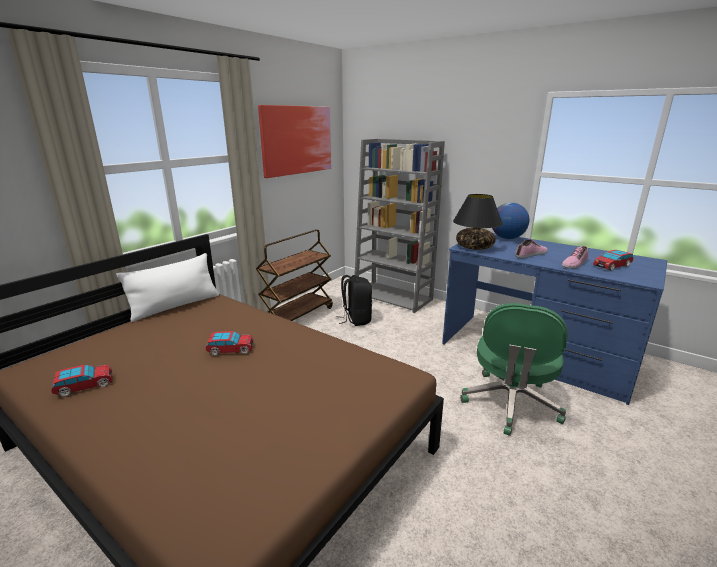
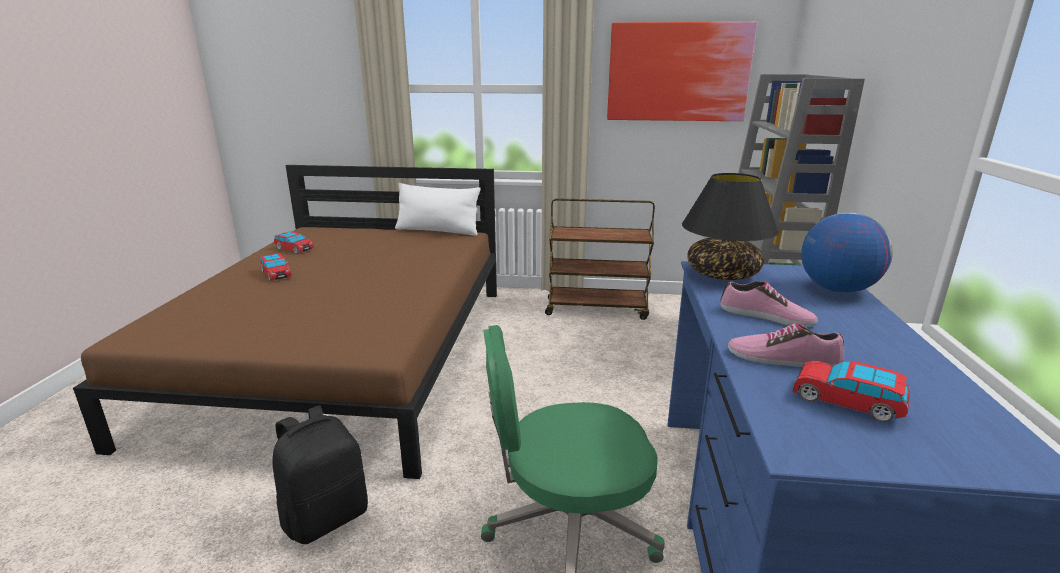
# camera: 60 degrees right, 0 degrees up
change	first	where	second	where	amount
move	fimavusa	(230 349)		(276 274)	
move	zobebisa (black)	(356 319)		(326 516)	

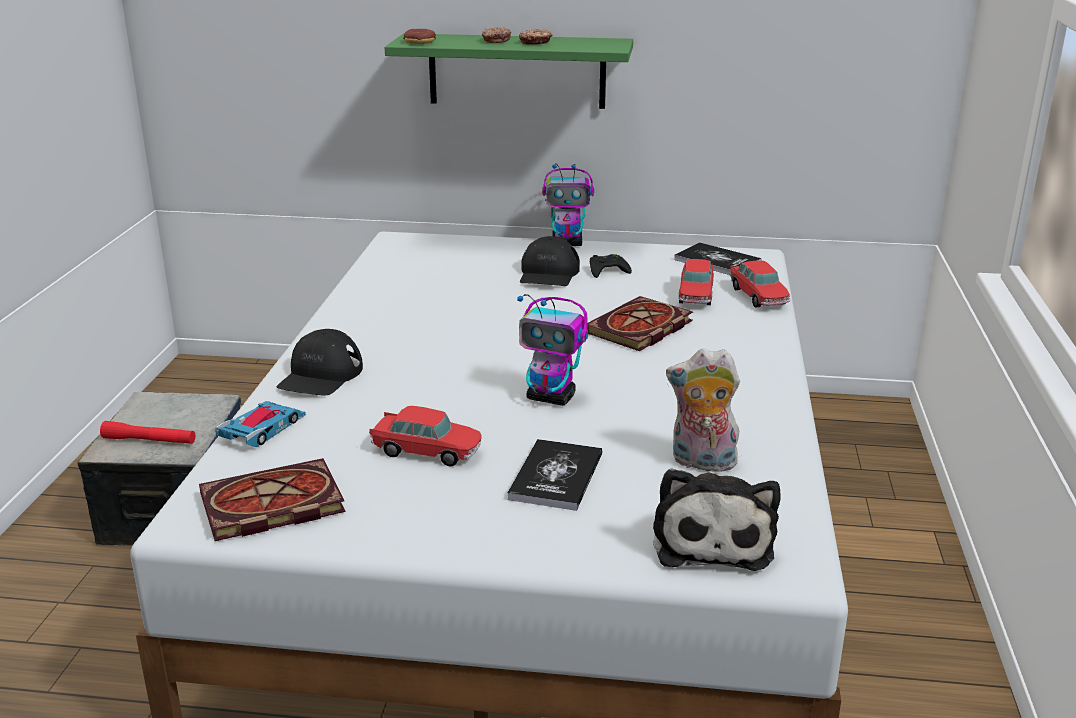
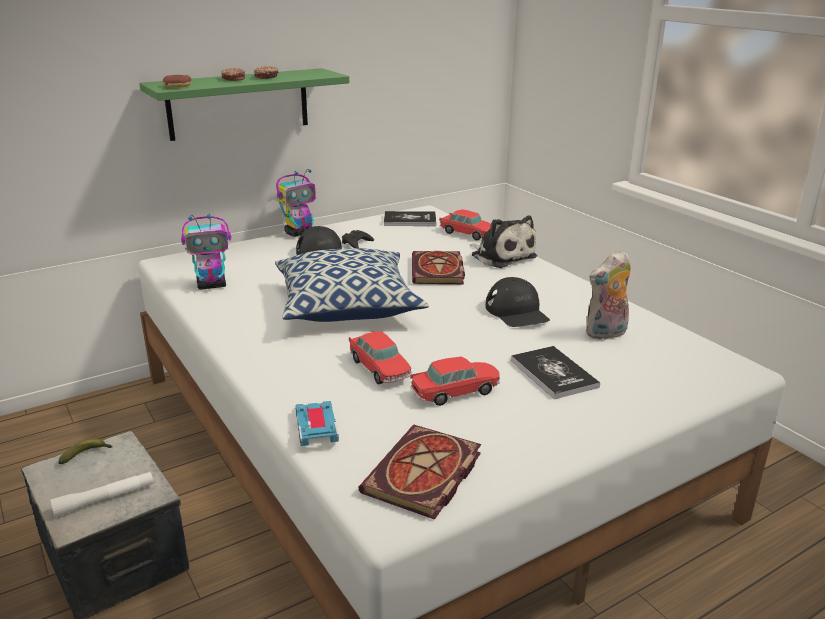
# camera: 40 degrees left, 0 degrees up
change	first	where	second	where	amount
insert			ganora	(87 455)	
insert			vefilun	(347 306)	
move	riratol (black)	(320 375)		(517 312)	
move	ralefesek	(552 398)		(212 285)	
move	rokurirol	(712 539)		(501 256)	
move	fimavusa	(695 294)		(380 368)	
recolor	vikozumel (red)	(149 441)	vikozumel (white)	(105 499)	

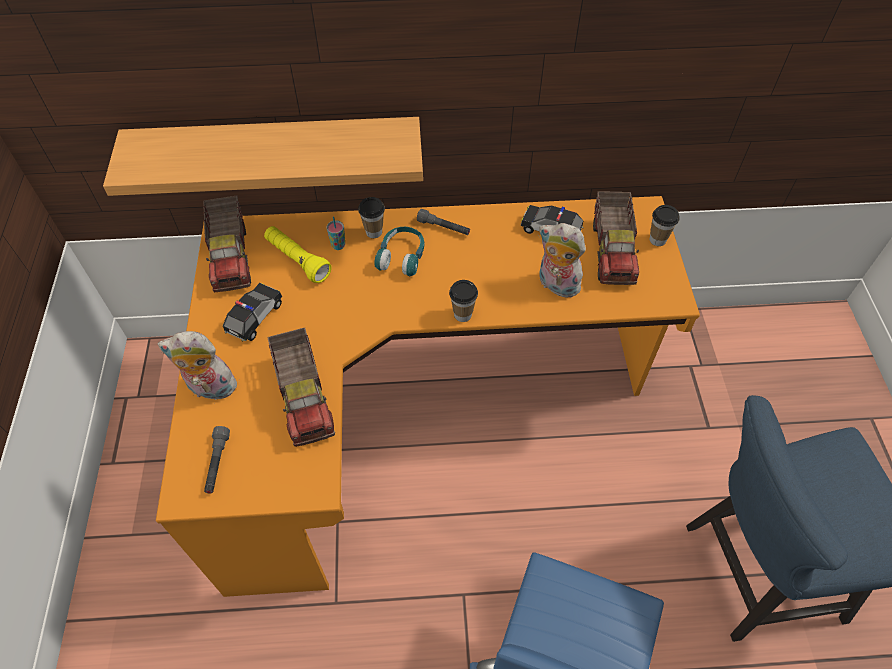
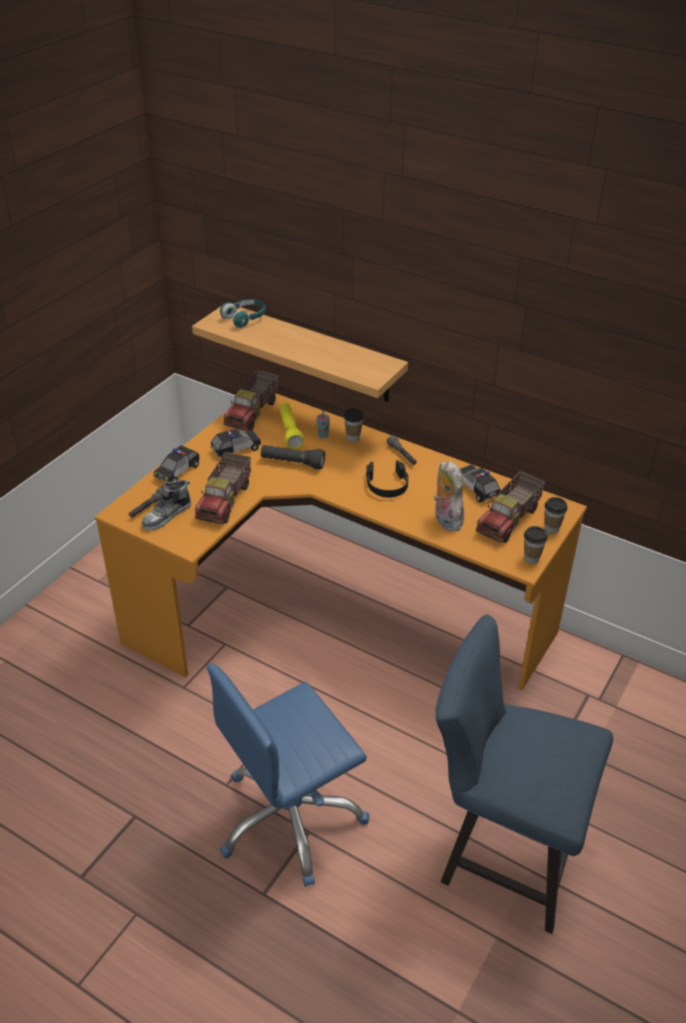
# camera: 35 degrees right, 15 degrees down
change	first	where	second	where	amount
insert			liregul	(167 516)	
insert			vikozumel (black)	(292 463)	
insert			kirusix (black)	(387 485)	
move	kirusix (turquoise)	(402 257)		(245 318)	
move	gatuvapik	(462 315)		(531 559)	
replace	rokurirol	(210 389)	fimavusa	(177 471)	

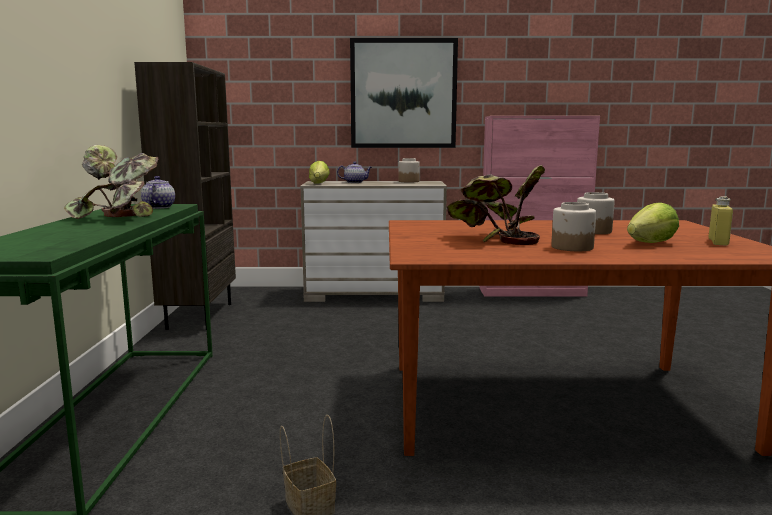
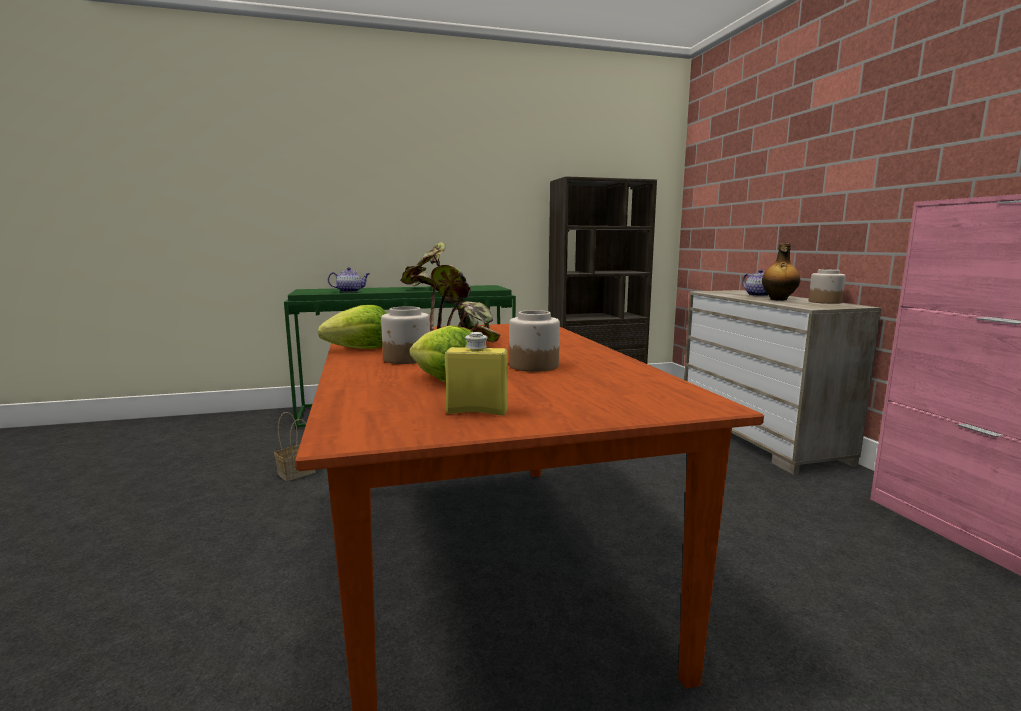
# camera: 75 degrees right, 0 degrees up
change	first	where	second	where	amount
delete	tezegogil	(403 94)			
insert			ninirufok	(778 299)	
move	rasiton	(159 207)		(350 291)	
move	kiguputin	(319 183)		(360 349)	

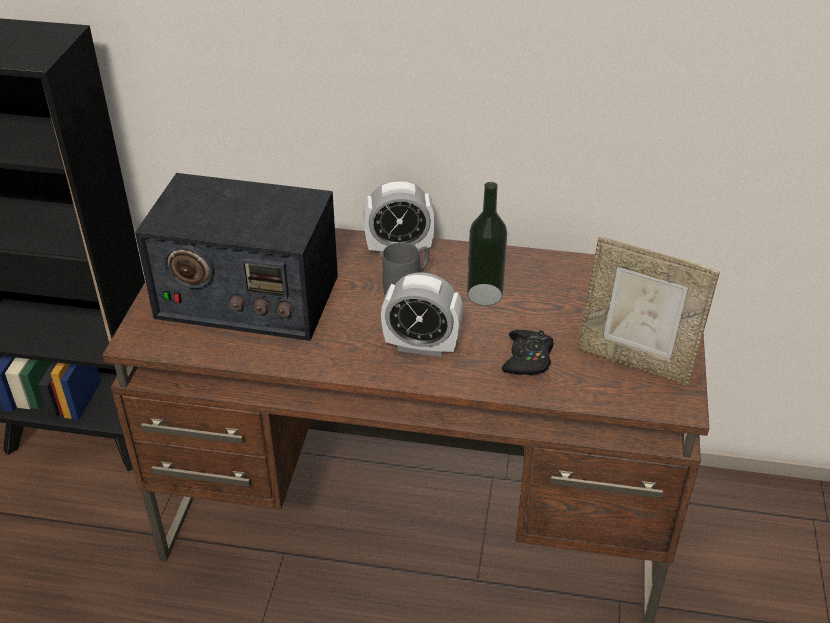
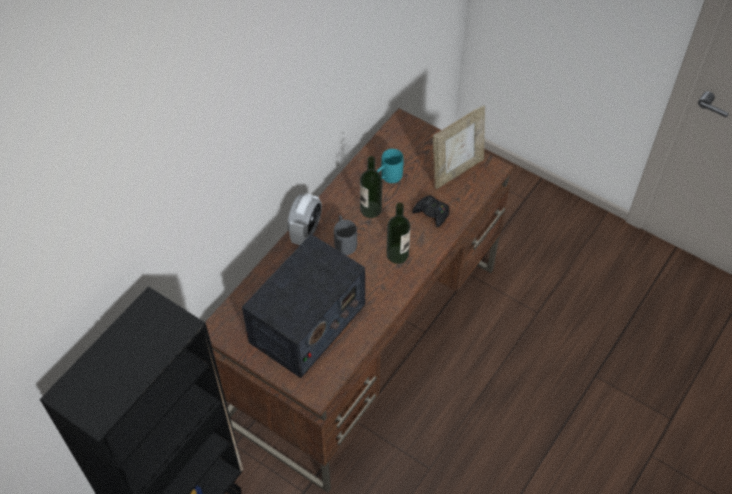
# camera: 65 degrees left, 15 degrees up
change	first	where	second	where	amount
insert			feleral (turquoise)	(388 178)	
replace	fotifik	(421 346)	ninirufok	(397 254)	

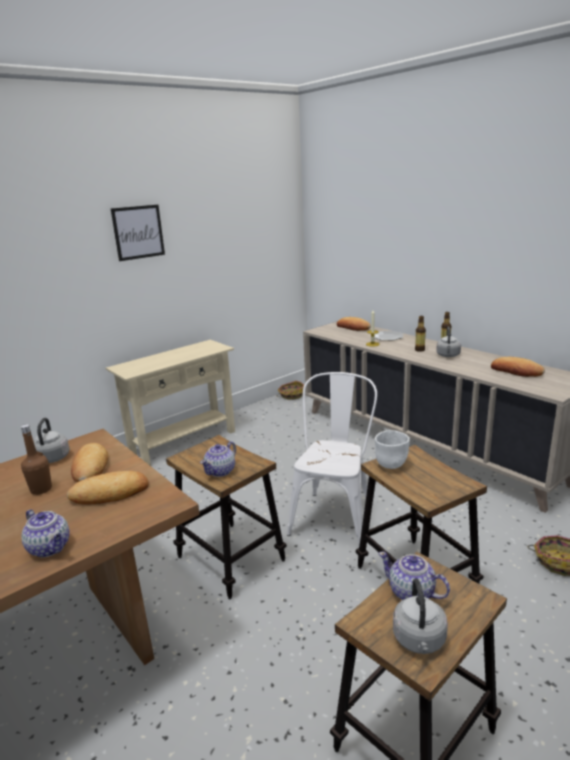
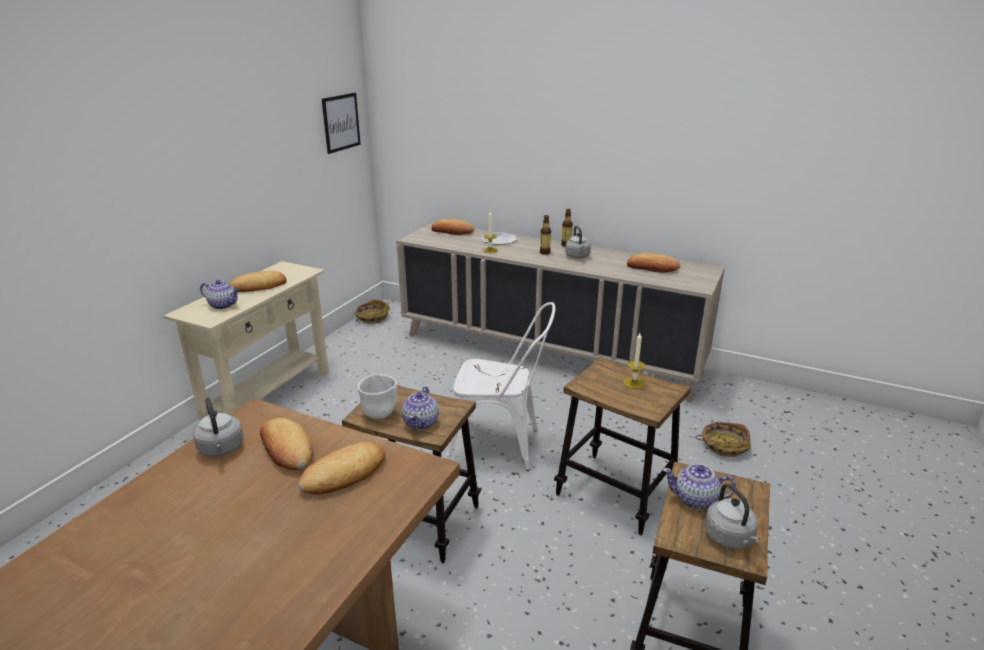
# camera: 25 degrees left, 5 degrees up
change	first	where	second	where	amount
delete	ninirufok (brown)	(41 489)			
insert			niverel	(259 286)	
insert			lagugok	(634 383)	
move	rasiton	(50 548)		(223 305)	
move	tezegogil	(138 232)		(341 122)	
move	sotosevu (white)	(391 464)		(380 412)	
rotate	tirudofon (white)	(335 514)		(502 445)	105 degrees clockwise

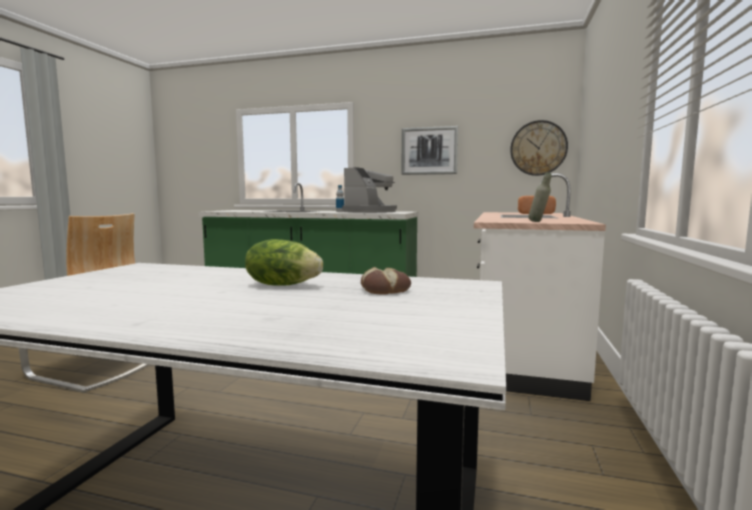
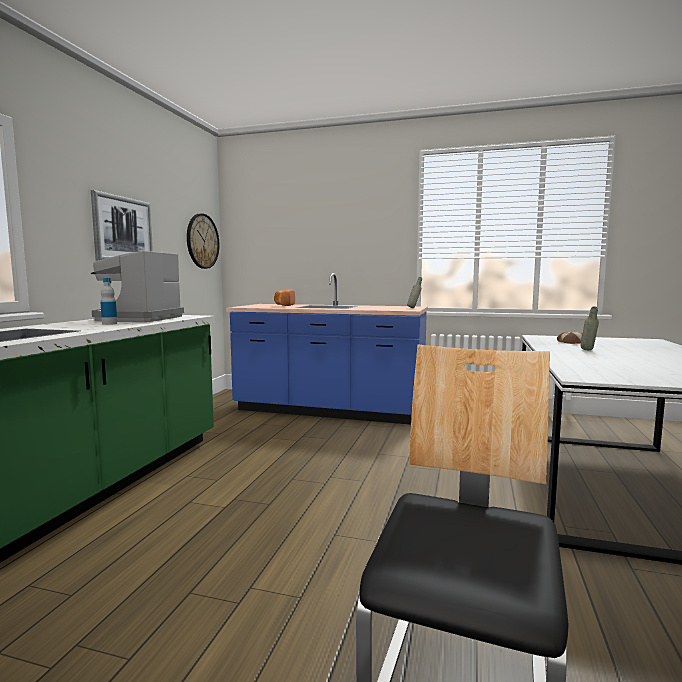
# camera: 90 degrees left, 0 degrees up
change	first	where	second	where	amount
replace	kiguputin	(283 285)	ninirufok (grey)	(588 350)	
recolor	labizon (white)	(521 345)	labizon (blue)	(329 411)	
rotate	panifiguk	(370 212)		(138 319)	105 degrees counterclockwise

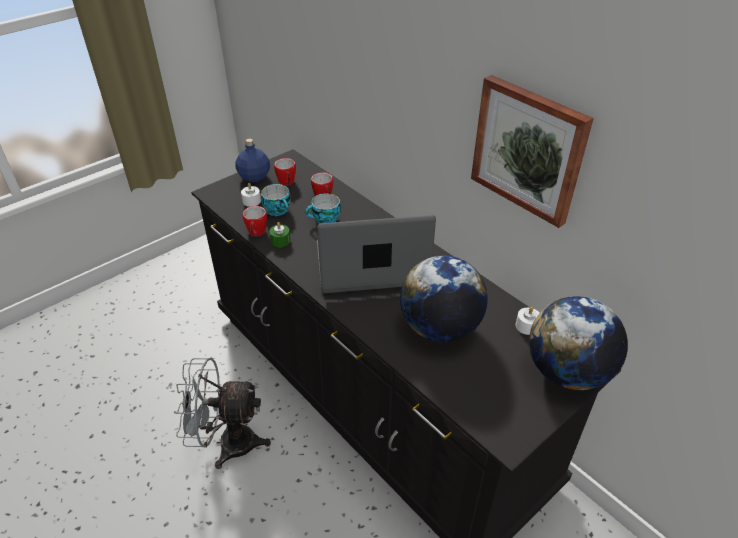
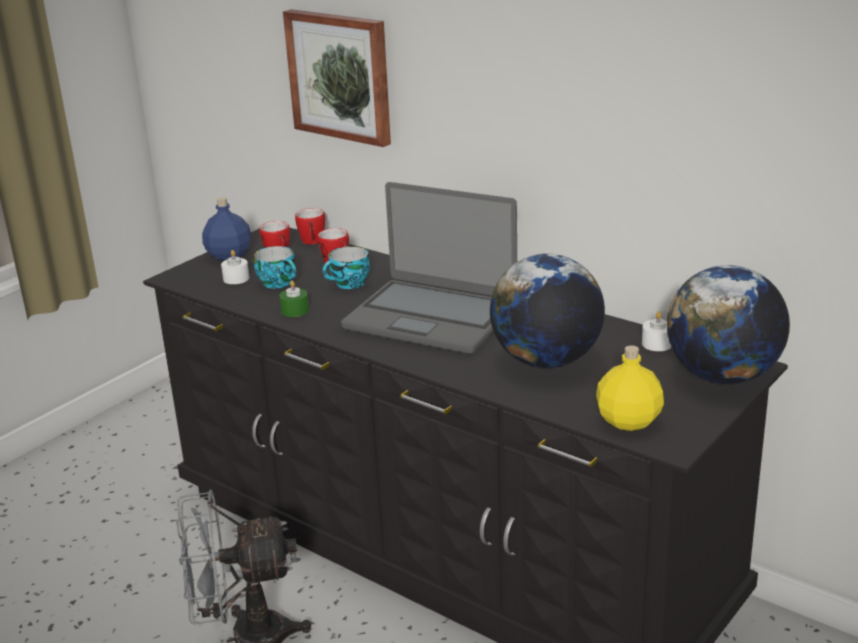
# camera: 10 degrees left, 15 degrees down
change	first	where	second	where	amount
insert			ninirufok (yellow)	(628 421)	
move	feleral	(256 233)		(312 242)	
move	tezegogil	(529 149)		(340 76)	
rotate	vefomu	(371 265)		(431 317)	135 degrees counterclockwise

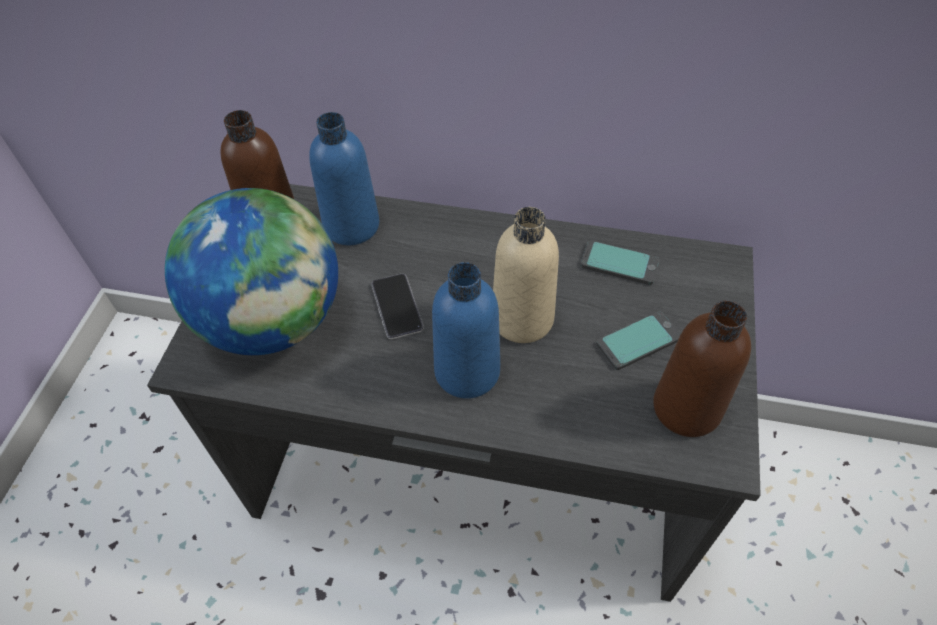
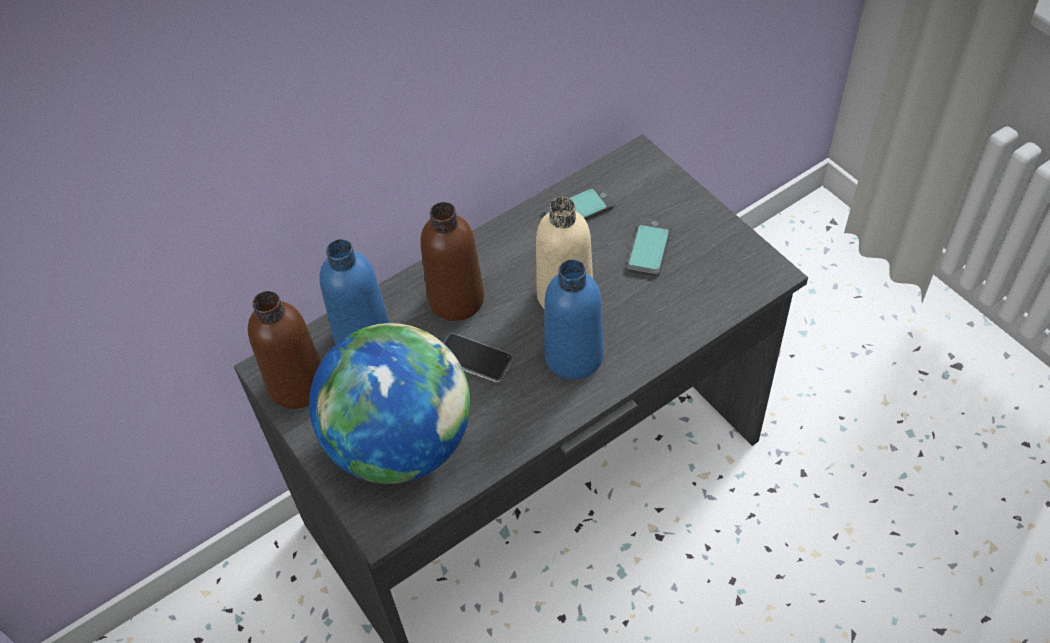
# camera: 45 degrees left, 0 degrees up
change	first	where	second	where	amount
move	ninirufok (brown)	(686 408)		(456 299)	

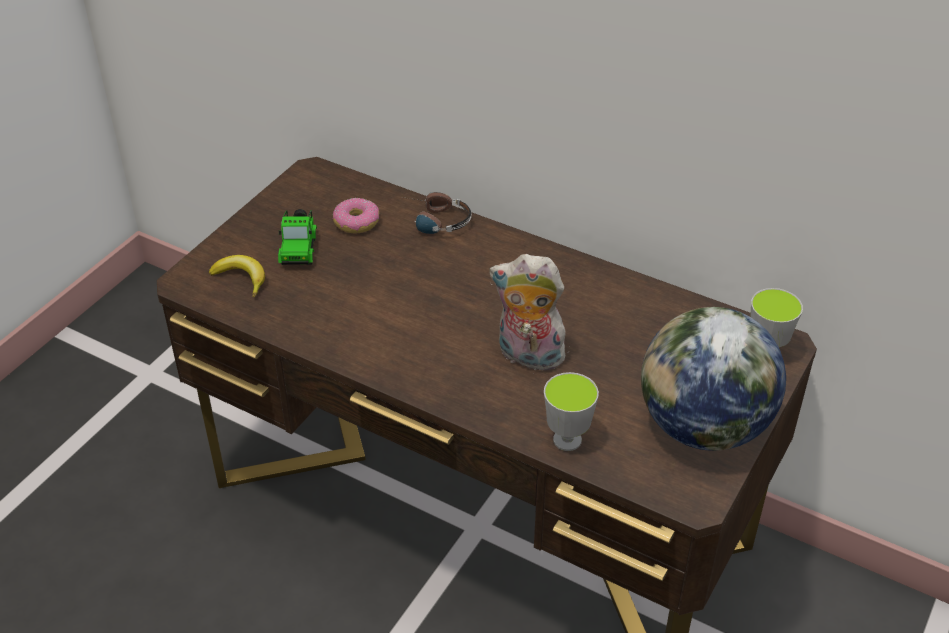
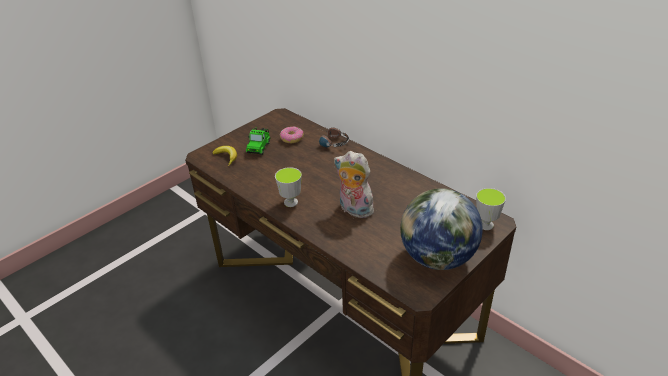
# camera: 15 degrees right, 5 degrees down
change	first	where	second	where	amount
move	gatuvapik	(567 440)		(291 202)	

